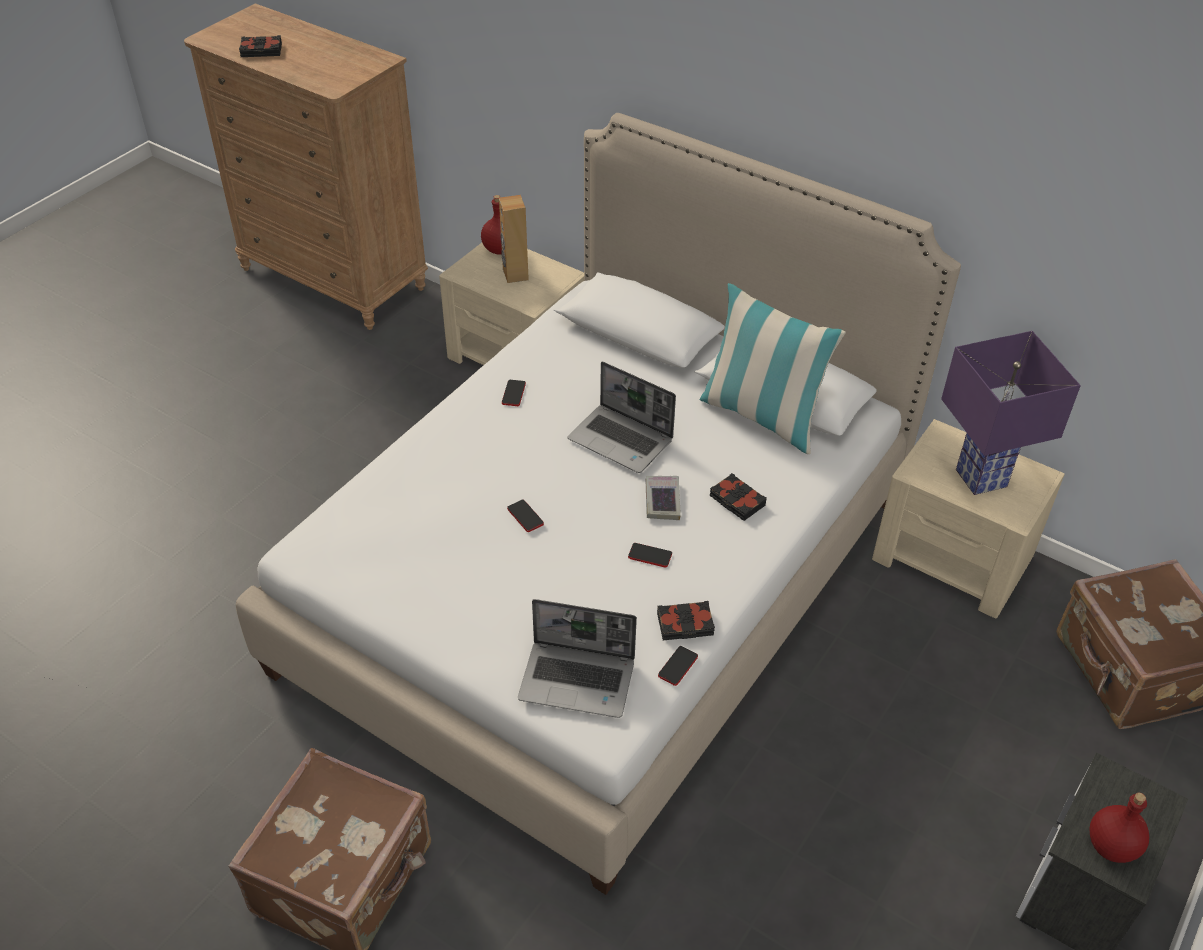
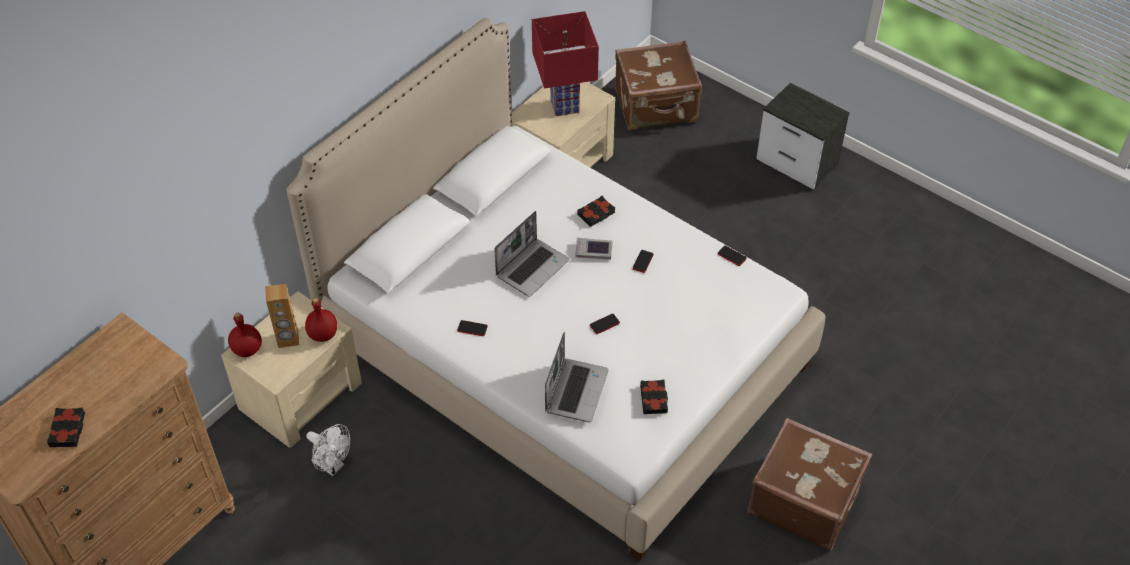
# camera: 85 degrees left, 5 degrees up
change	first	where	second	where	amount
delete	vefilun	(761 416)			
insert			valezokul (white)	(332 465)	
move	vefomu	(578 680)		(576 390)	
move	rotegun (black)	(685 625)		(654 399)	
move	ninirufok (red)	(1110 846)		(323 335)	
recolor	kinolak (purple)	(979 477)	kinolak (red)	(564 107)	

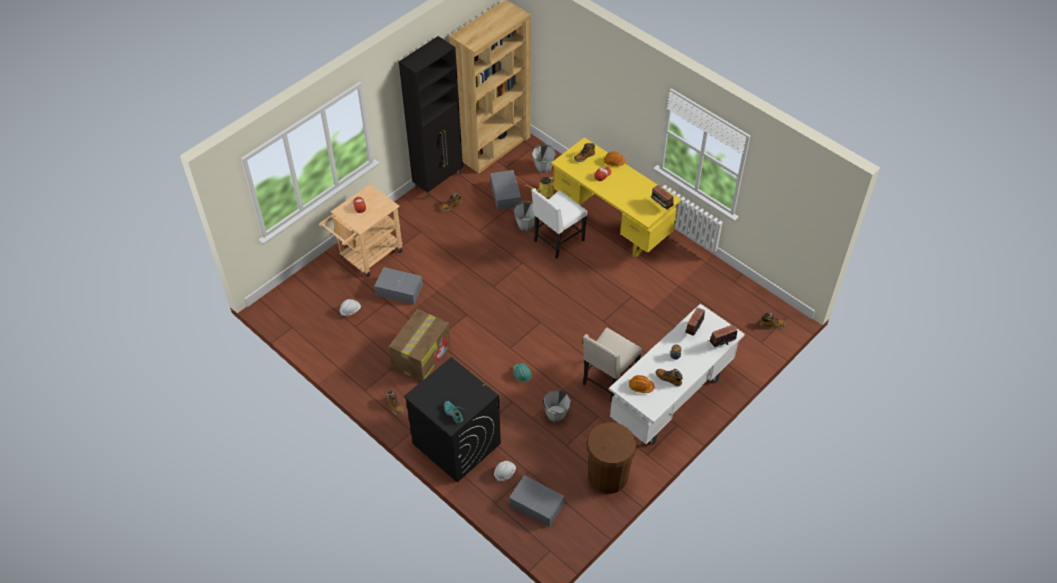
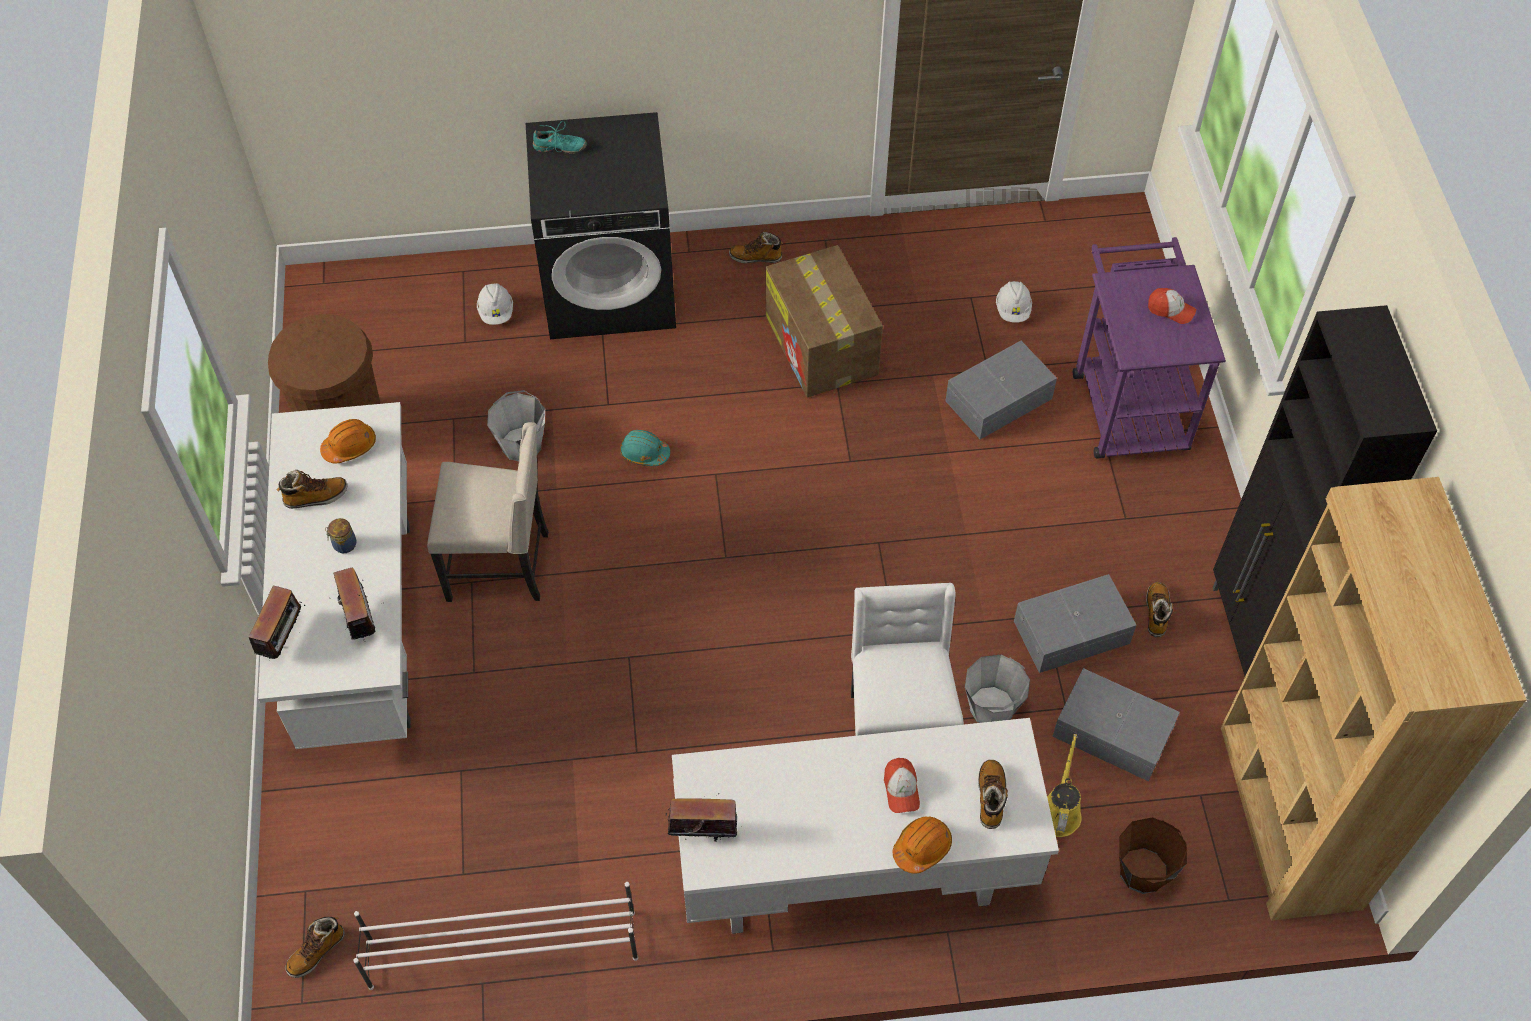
# camera: 130 degrees right, 5 degrees up
change	first	where	second	where	amount
insert			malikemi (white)	(501 949)	
move	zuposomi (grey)	(536 504)		(1073 633)	
recolor	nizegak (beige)	(367 256)	nizegak (purple)	(1126 401)	
recolor	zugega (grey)	(543 167)	zugega (brown)	(1143 872)	
recolor	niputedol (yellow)	(612 223)	niputedol (white)	(853 875)	
rotate	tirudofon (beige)	(608 381)		(501 565)	105 degrees clockwise

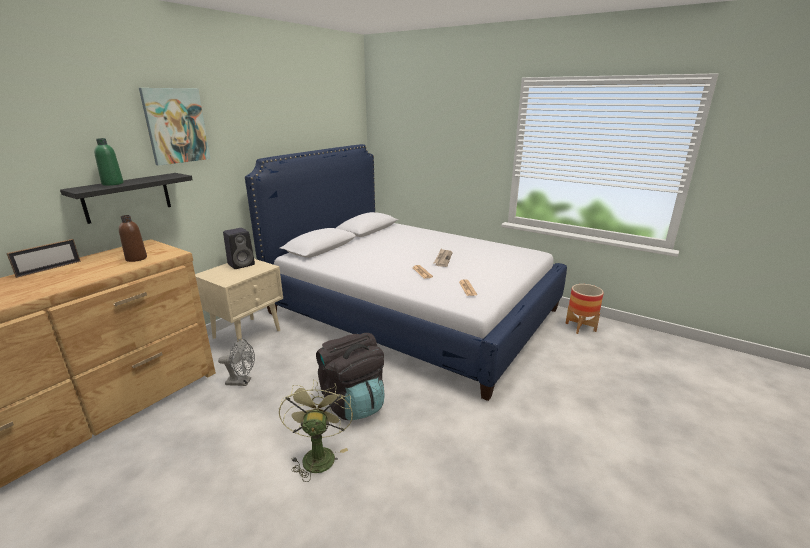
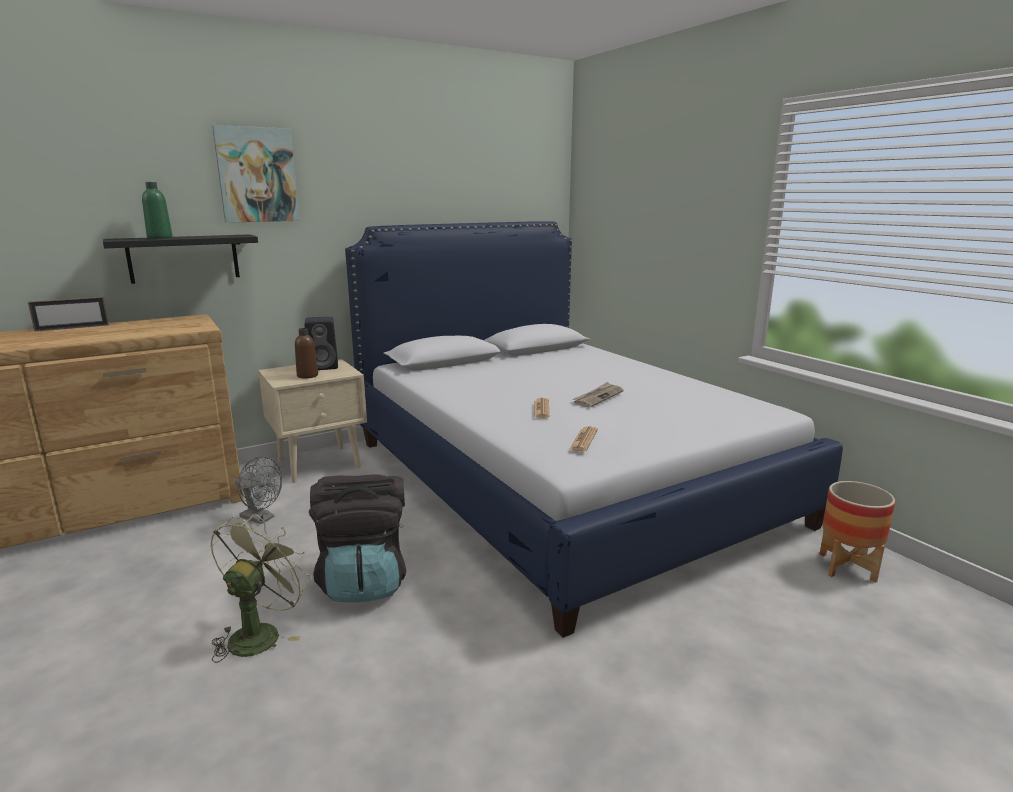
# camera: 25 degrees right, 5 degrees down
change	first	where	second	where	amount
move	ninirufok (brown)	(136 258)		(307 376)	

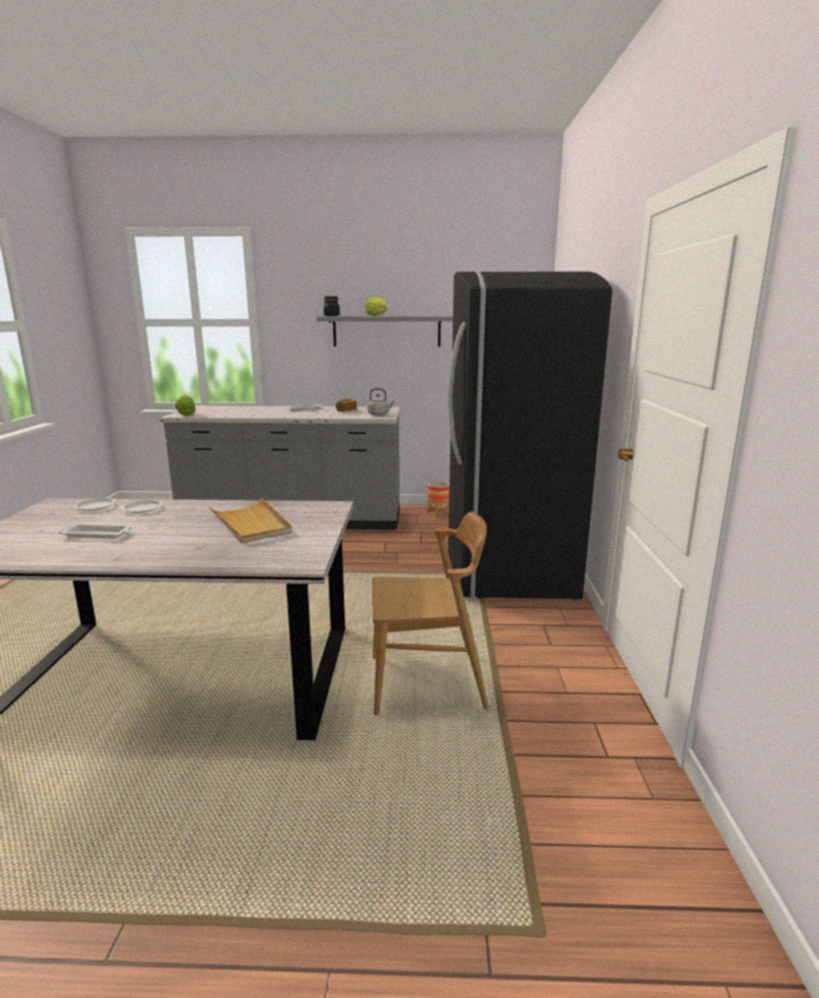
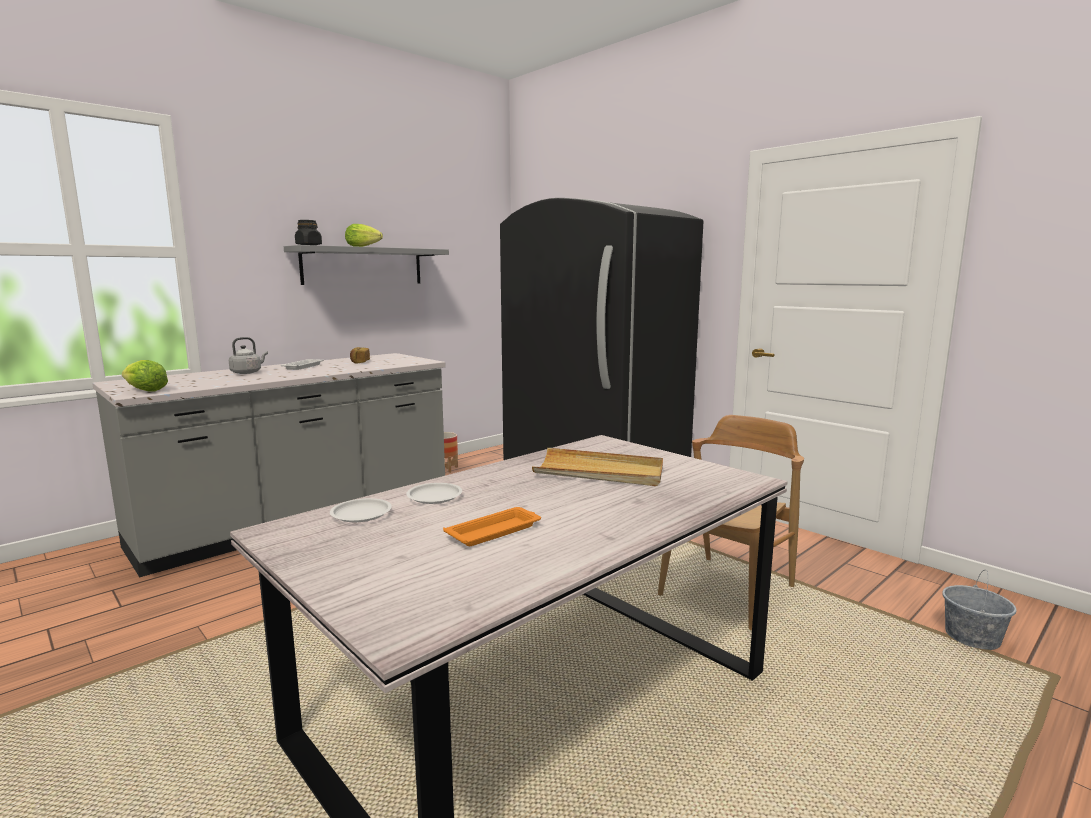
# camera: 45 degrees left, 5 degrees down
change	first	where	second	where	amount
insert			zugega (grey)	(972 637)	
move	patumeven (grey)	(379 414)		(248 372)	
recolor	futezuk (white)	(98 535)	futezuk (orange)	(495 531)	

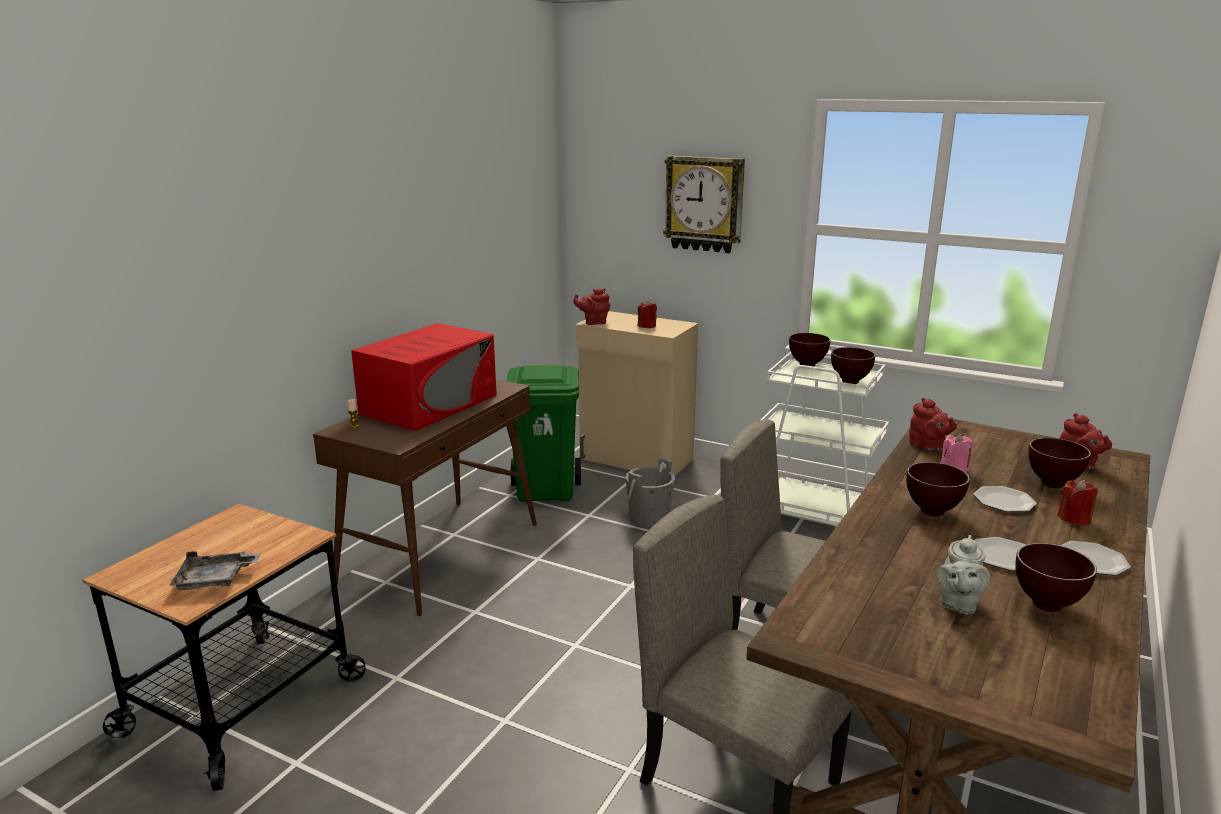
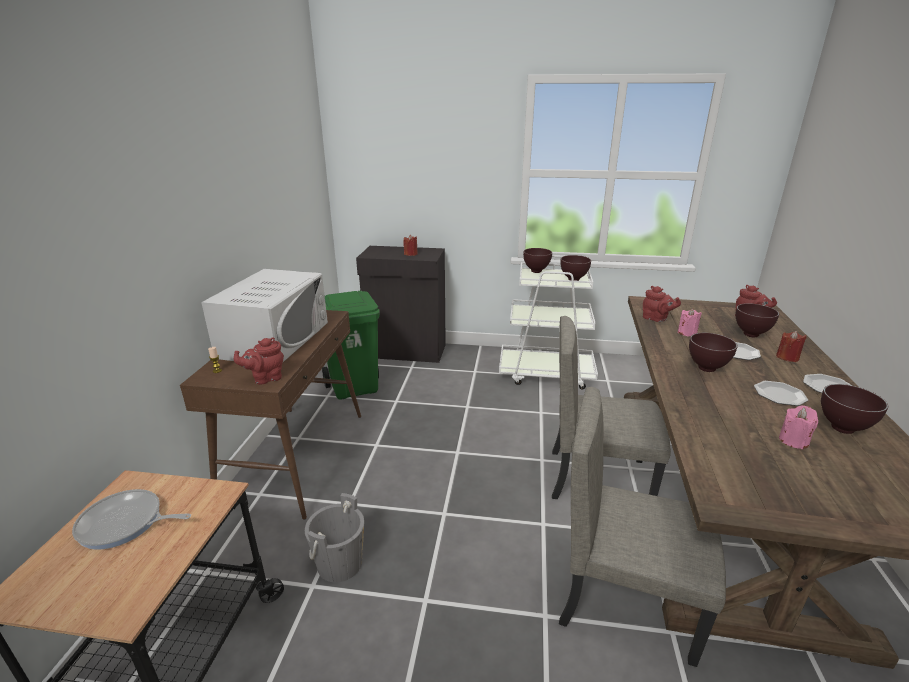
# camera: 20 degrees left, 5 degrees up
change	first	where	second	where	amount
delete	futezuk (grey)	(215 580)			
delete	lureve	(704 204)			
insert			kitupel	(125 524)	
move	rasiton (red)	(593 322)		(265 378)	
move	zugega (grey)	(649 518)		(340 563)	
replace	rasiton (grey)	(958 604)	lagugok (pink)	(793 441)	
recolor	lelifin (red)	(430 404)	lelifin (white)	(275 339)	
recolor	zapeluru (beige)	(636 459)	zapeluru (black)	(406 351)	

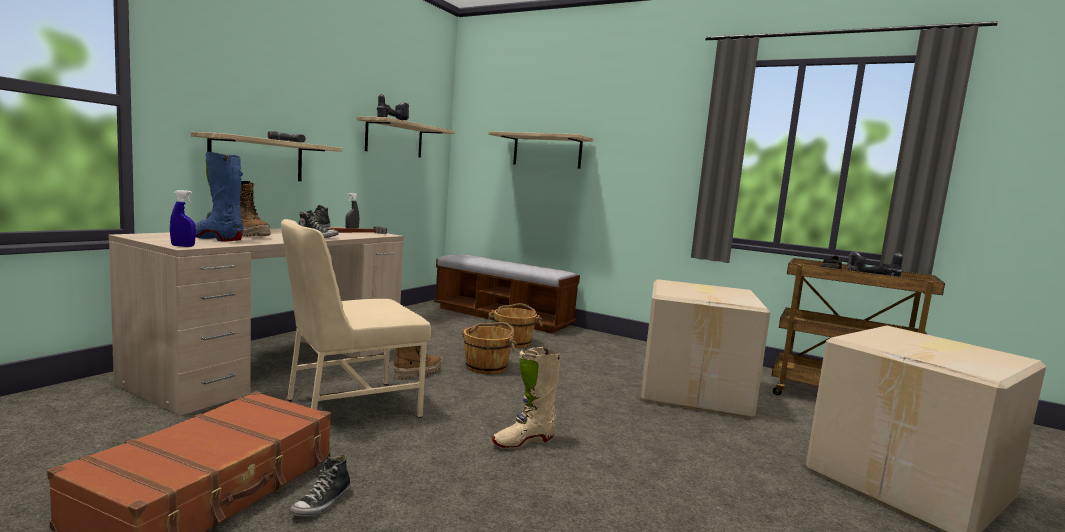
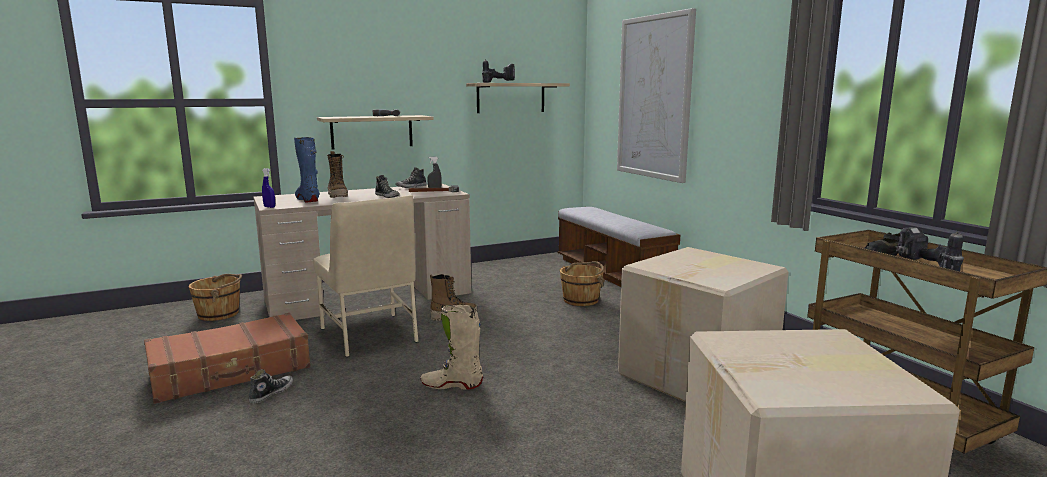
# camera: 35 degrees right, 5 degrees up
change	first	where	second	where	amount
move	zugega (brown)	(487 367)		(219 314)	
replace	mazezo	(547 151)	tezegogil	(654 97)	
rotate	tirudofon (beige)	(350 407)		(370 335)	120 degrees counterclockwise
rotate	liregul	(322 503)		(271 393)	150 degrees clockwise

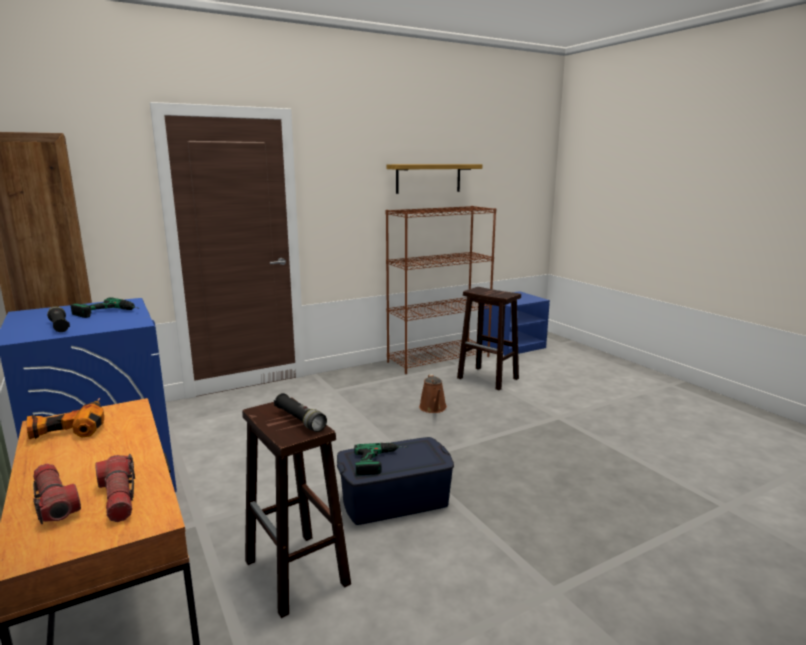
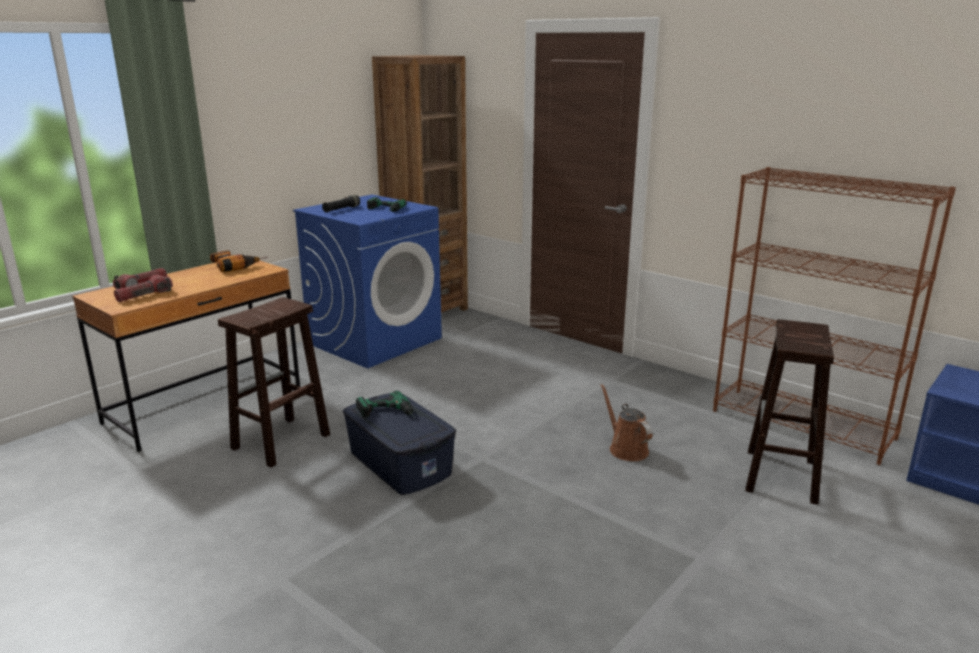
# camera: 70 degrees right, 5 degrees up
change	first	where	second	where	amount
delete	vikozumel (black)	(300 420)			
delete	mazezo	(428 178)			
rotate	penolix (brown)	(433 408)		(626 449)	90 degrees clockwise

